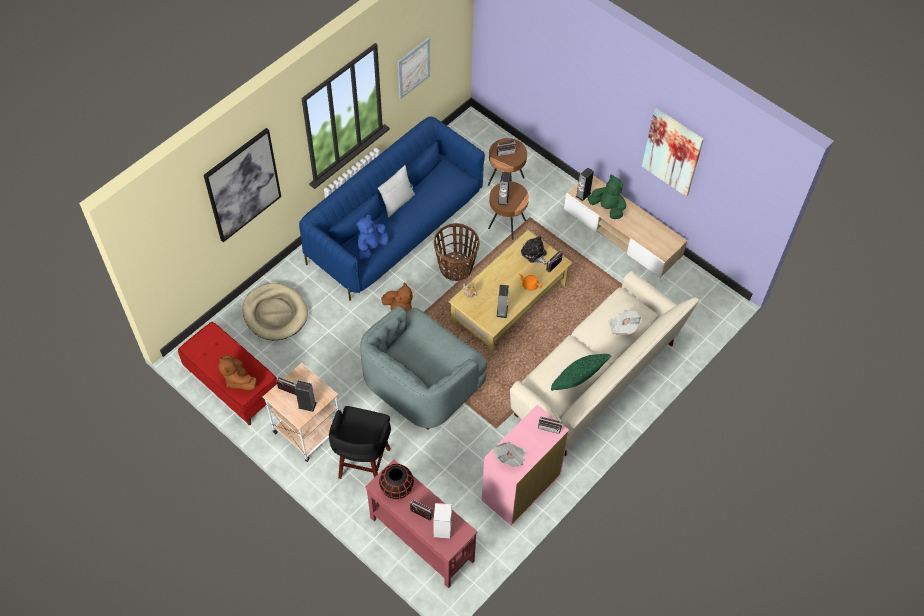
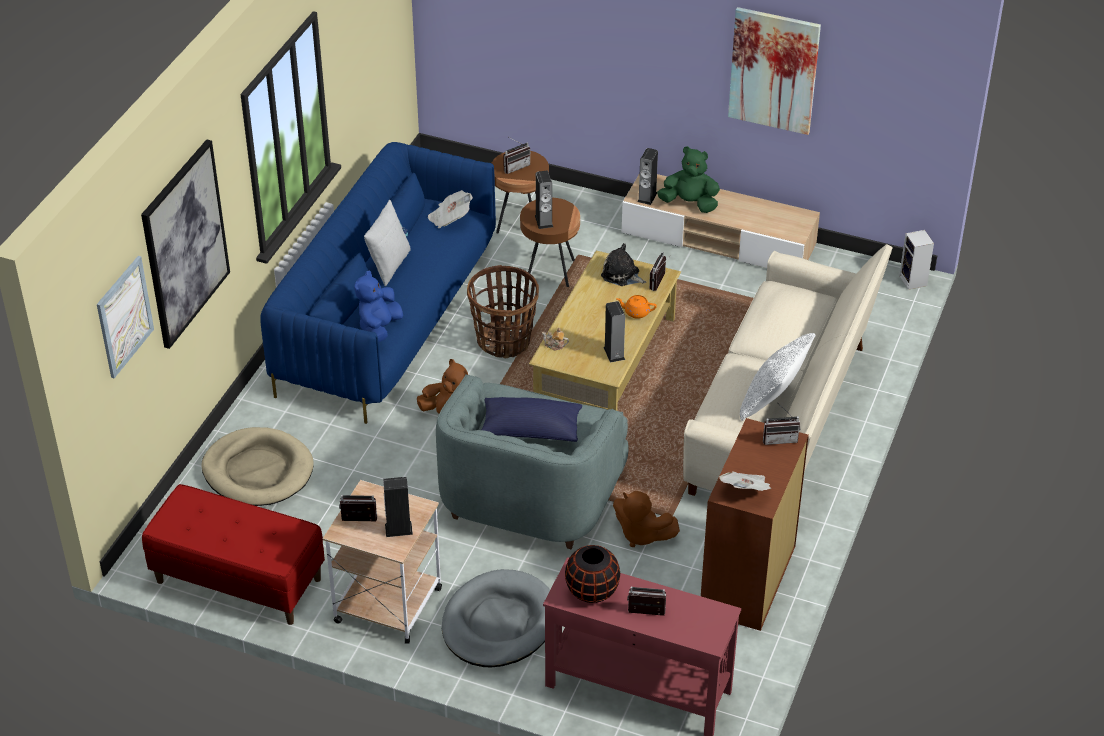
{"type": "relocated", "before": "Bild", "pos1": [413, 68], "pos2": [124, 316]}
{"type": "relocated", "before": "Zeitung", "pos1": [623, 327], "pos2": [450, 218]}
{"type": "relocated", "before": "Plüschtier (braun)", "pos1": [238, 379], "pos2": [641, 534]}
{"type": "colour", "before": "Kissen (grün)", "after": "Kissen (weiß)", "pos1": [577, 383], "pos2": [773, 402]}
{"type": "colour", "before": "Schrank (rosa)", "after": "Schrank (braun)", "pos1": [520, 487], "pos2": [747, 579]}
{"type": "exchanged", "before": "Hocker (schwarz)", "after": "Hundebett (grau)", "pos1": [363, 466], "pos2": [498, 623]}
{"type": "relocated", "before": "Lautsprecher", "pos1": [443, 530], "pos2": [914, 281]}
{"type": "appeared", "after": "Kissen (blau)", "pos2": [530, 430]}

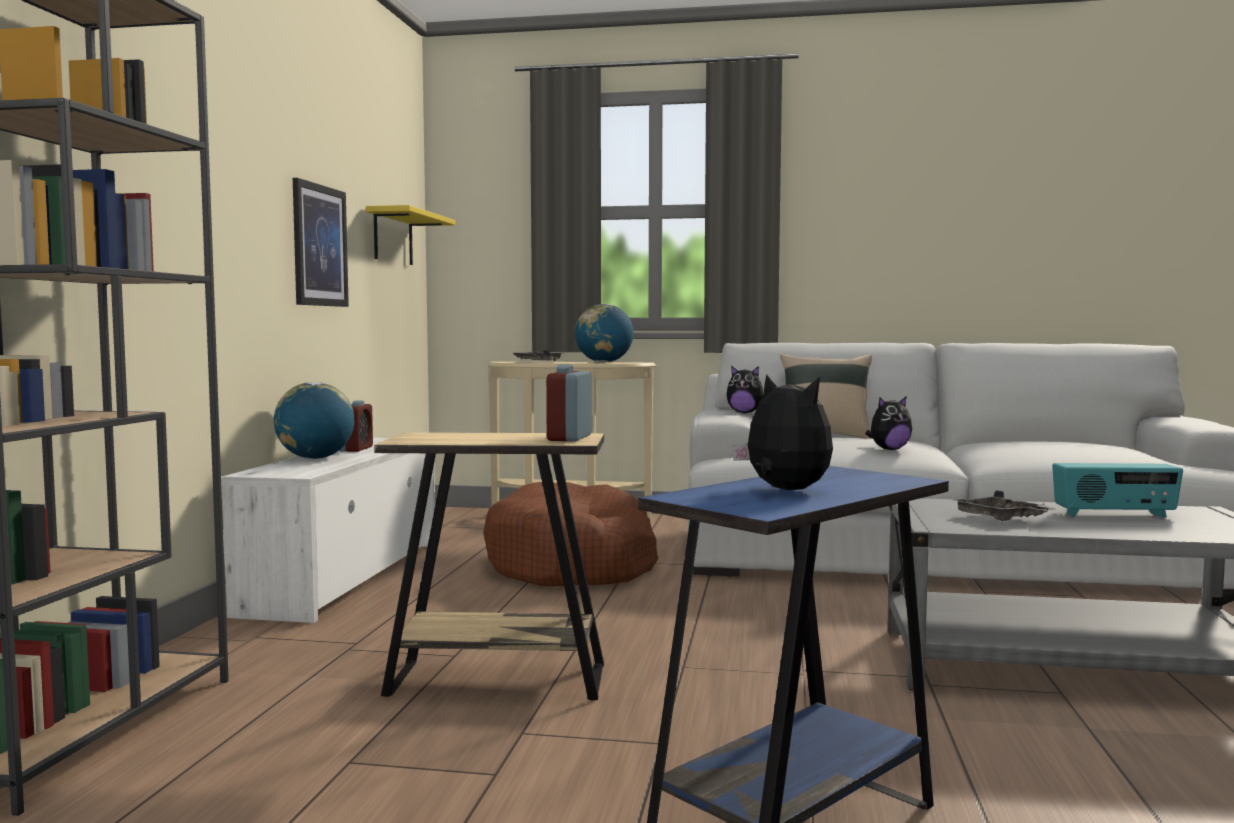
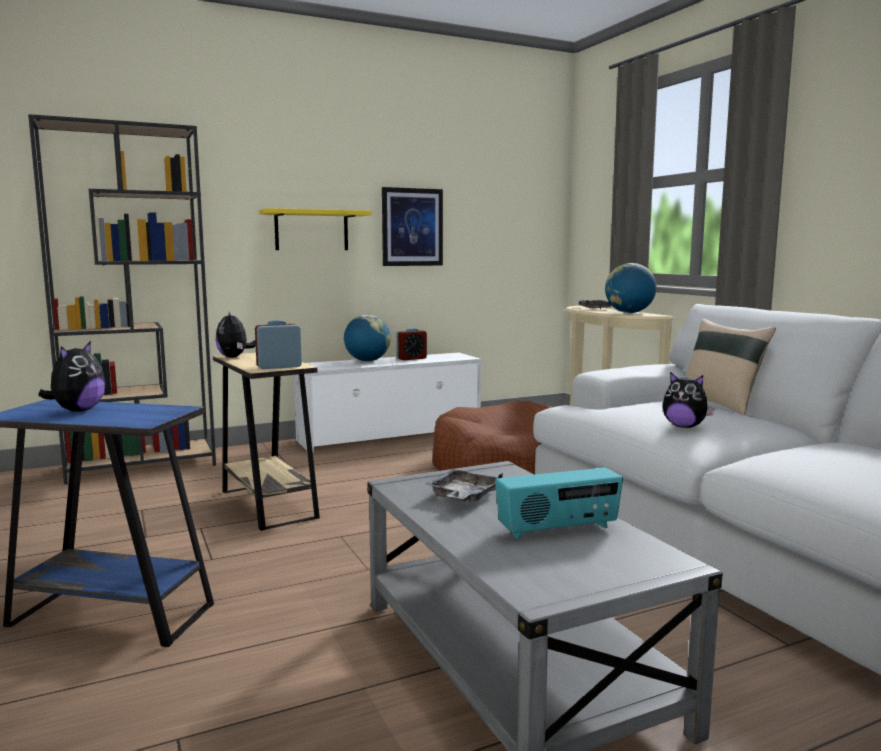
{"type": "relocated", "before": "Wandregal (gelb)", "pos1": [393, 238], "pos2": [311, 230]}
{"type": "relocated", "before": "Plüschtier", "pos1": [745, 413], "pos2": [234, 357]}
{"type": "spun", "before": "Radio", "pos1": [1114, 515], "pos2": [558, 530], "turn": -75}

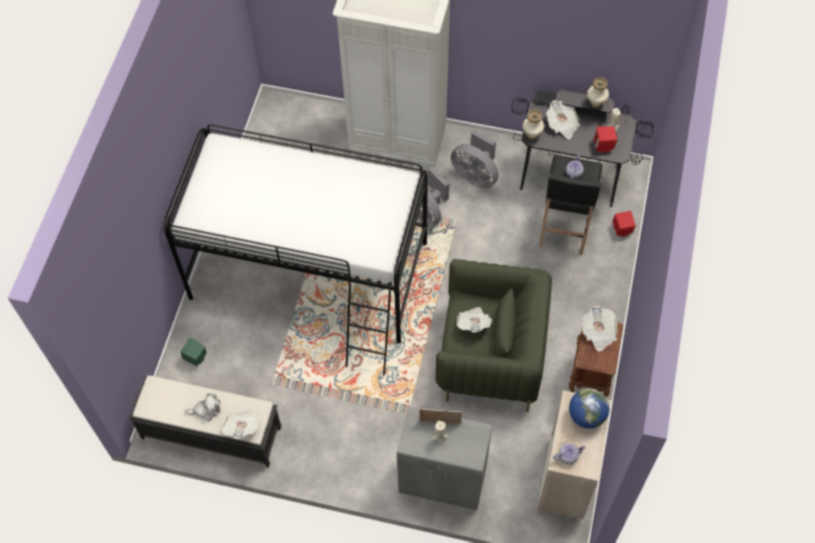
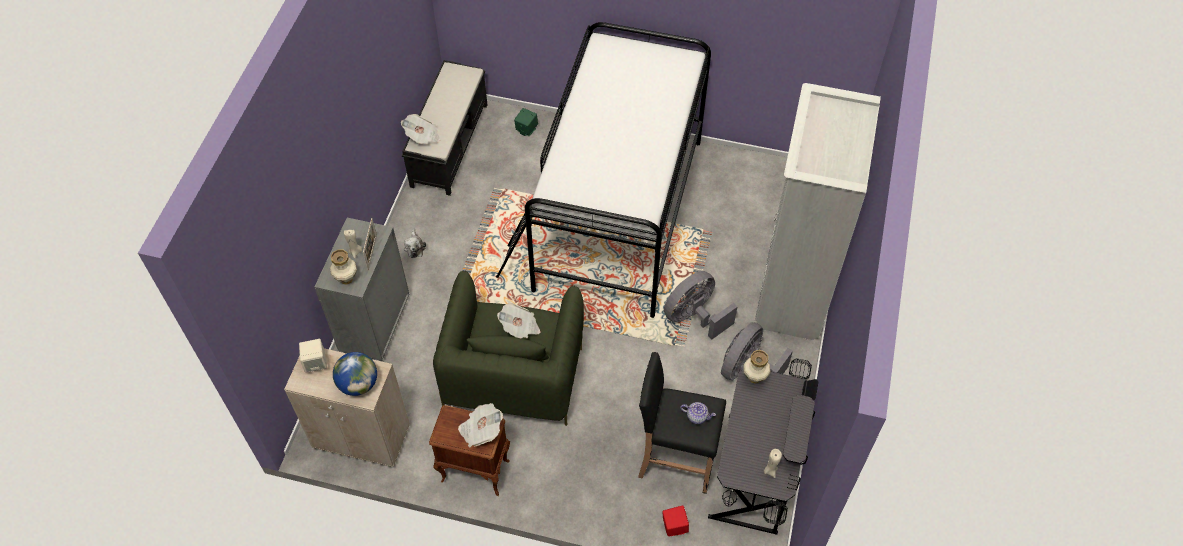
{"type": "relocated", "before": "Vase", "pos1": [596, 103], "pos2": [346, 279]}
{"type": "missing", "before": "Zeitung", "pos1": [562, 125]}
{"type": "missing", "before": "Lautsprecher (rot)", "pos1": [603, 146]}
{"type": "relocated", "before": "Plüschtier", "pos1": [206, 410], "pos2": [414, 247]}
{"type": "exchanged", "before": "Teekanne", "after": "Lautsprecher (beige)", "pos1": [568, 456], "pos2": [316, 363]}

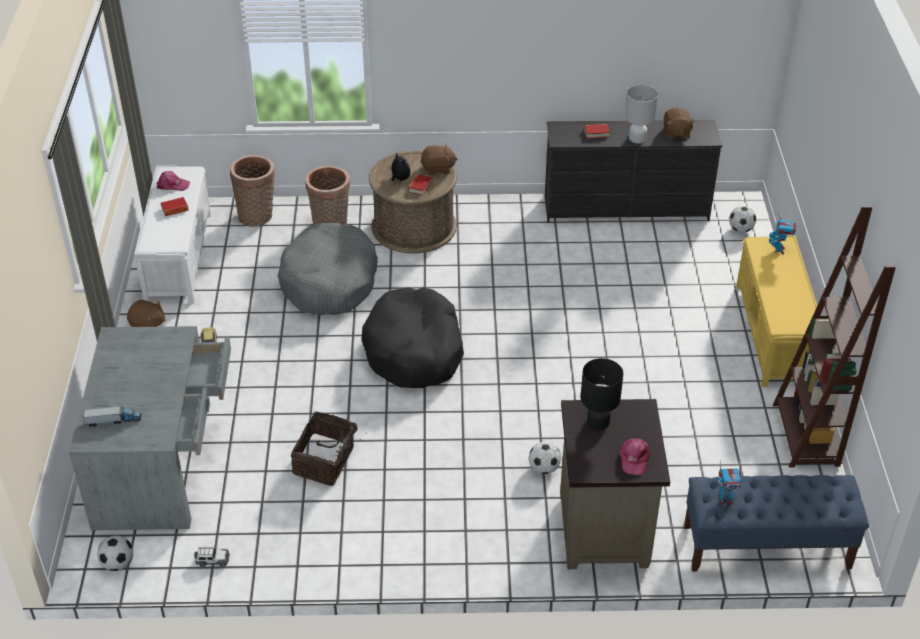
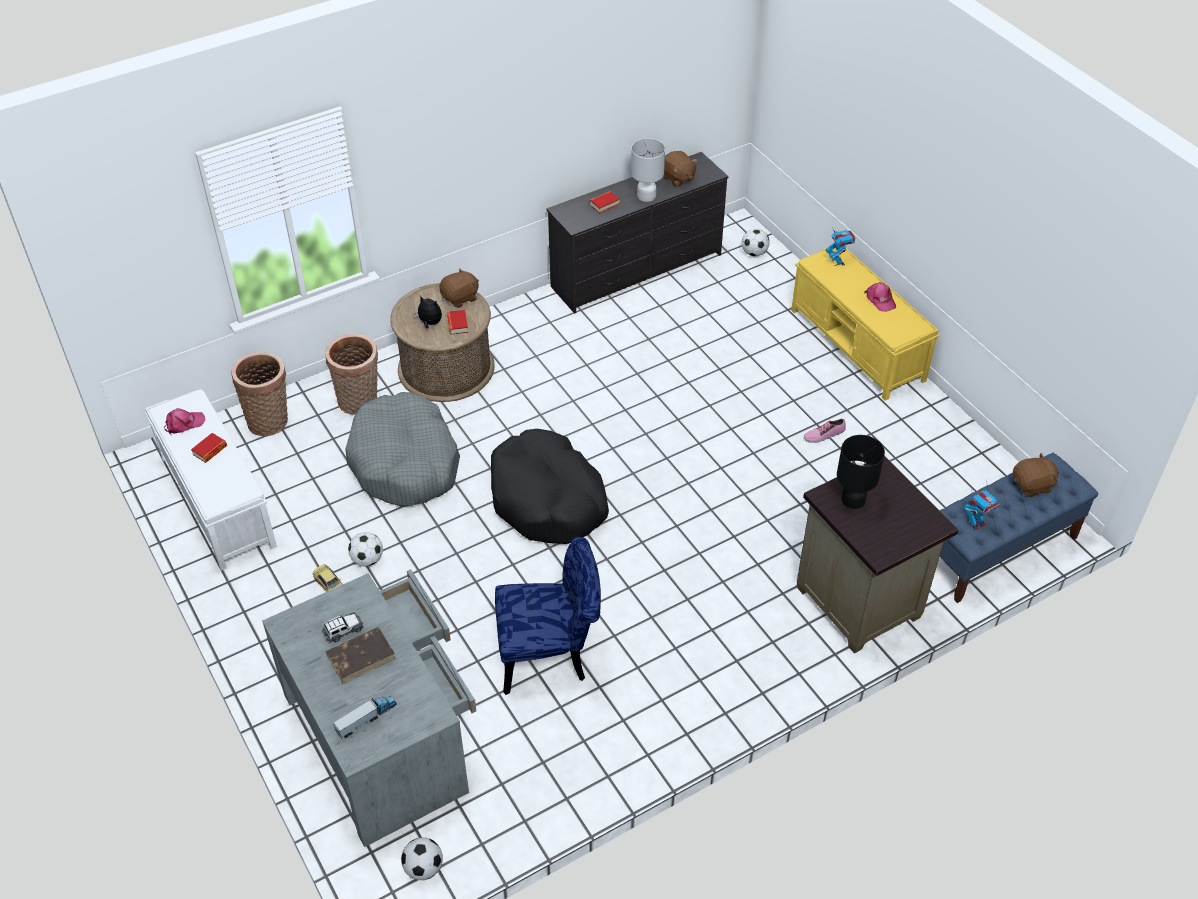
{"type": "missing", "before": "Bücherregal (braun)", "pos1": [806, 435]}
{"type": "relocated", "before": "Plüschtier (braun)", "pos1": [147, 325], "pos2": [1032, 485]}
{"type": "exchanged", "before": "Korb", "after": "Stuhl (blau)", "pos1": [326, 461], "pos2": [551, 654]}
{"type": "relocated", "before": "Kappe (rosa)", "pos1": [634, 458], "pos2": [880, 300]}
{"type": "relocated", "before": "Fußball", "pos1": [544, 468], "pos2": [367, 559]}
{"type": "relocated", "before": "Spielzeugauto", "pos1": [212, 560], "pos2": [343, 631]}
{"type": "appeared", "after": "Schuh", "pos2": [824, 434]}
{"type": "appeared", "after": "Buch (braun)", "pos2": [361, 656]}

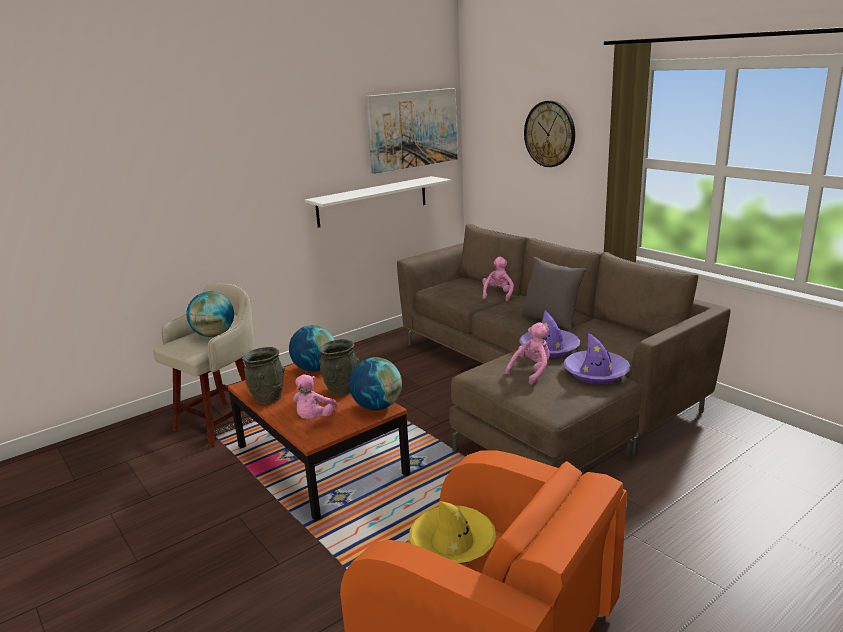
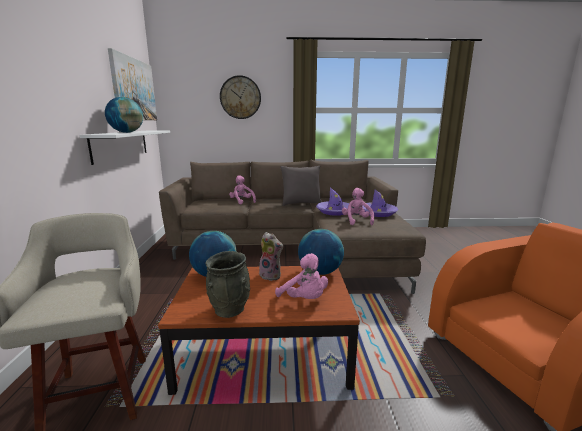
{"type": "relocated", "before": "Globus", "pos1": [214, 335], "pos2": [126, 132]}
{"type": "exchanged", "before": "Vase (grau)", "after": "Plüschtier", "pos1": [342, 390], "pos2": [271, 275]}
{"type": "missing", "before": "Hut (gelb)", "pos1": [452, 542]}

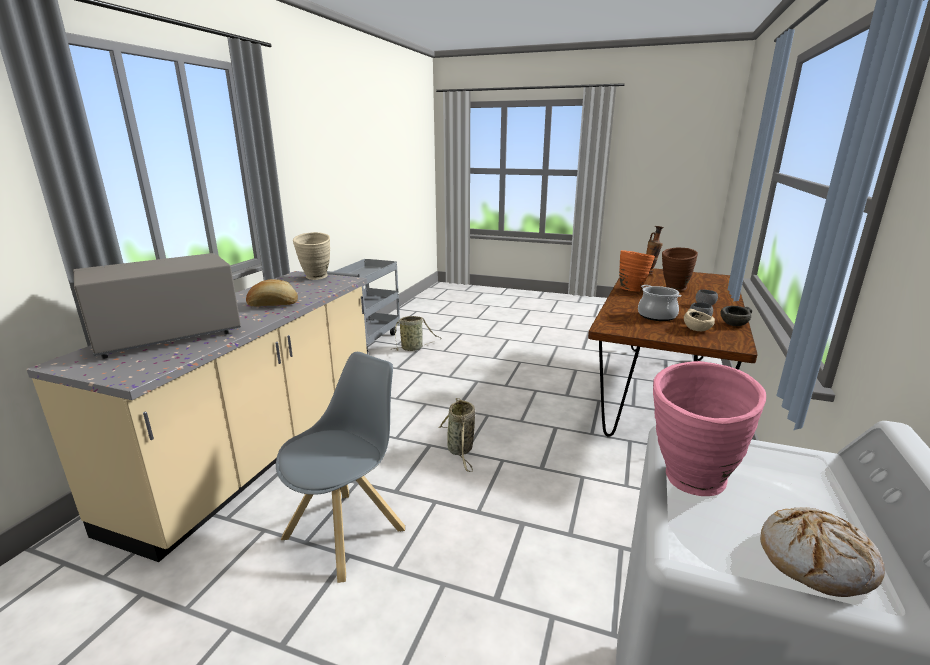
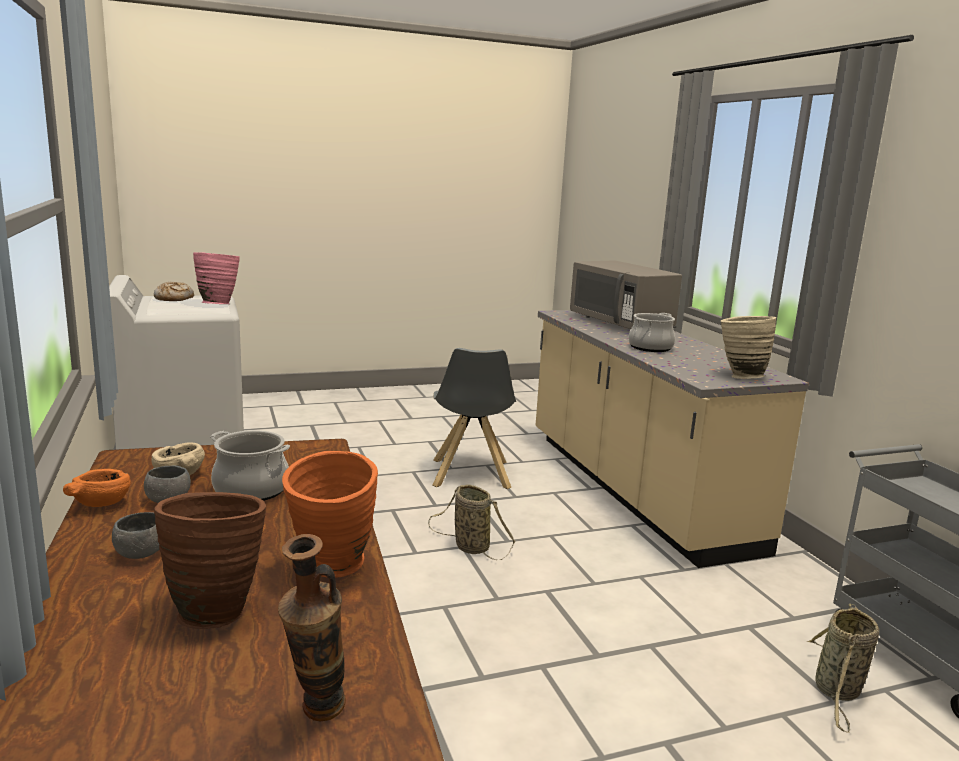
{"type": "spun", "before": "Mikrowelle (grau)", "pos1": [168, 336], "pos2": [620, 324], "turn": 135}
{"type": "exchanged", "before": "Brot", "after": "Kochtopf", "pos1": [273, 305], "pos2": [650, 347]}
{"type": "colour", "before": "Schüssel (grau)", "after": "Schüssel (orange)", "pos1": [734, 324], "pos2": [101, 503]}

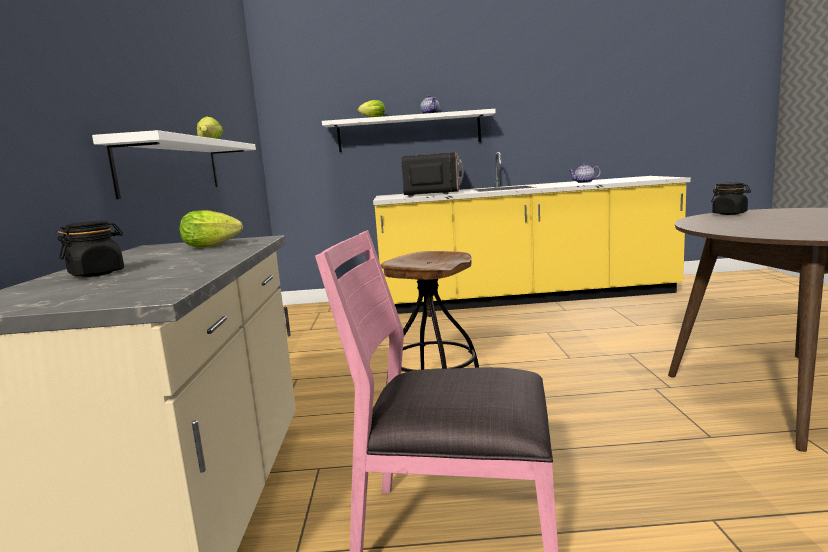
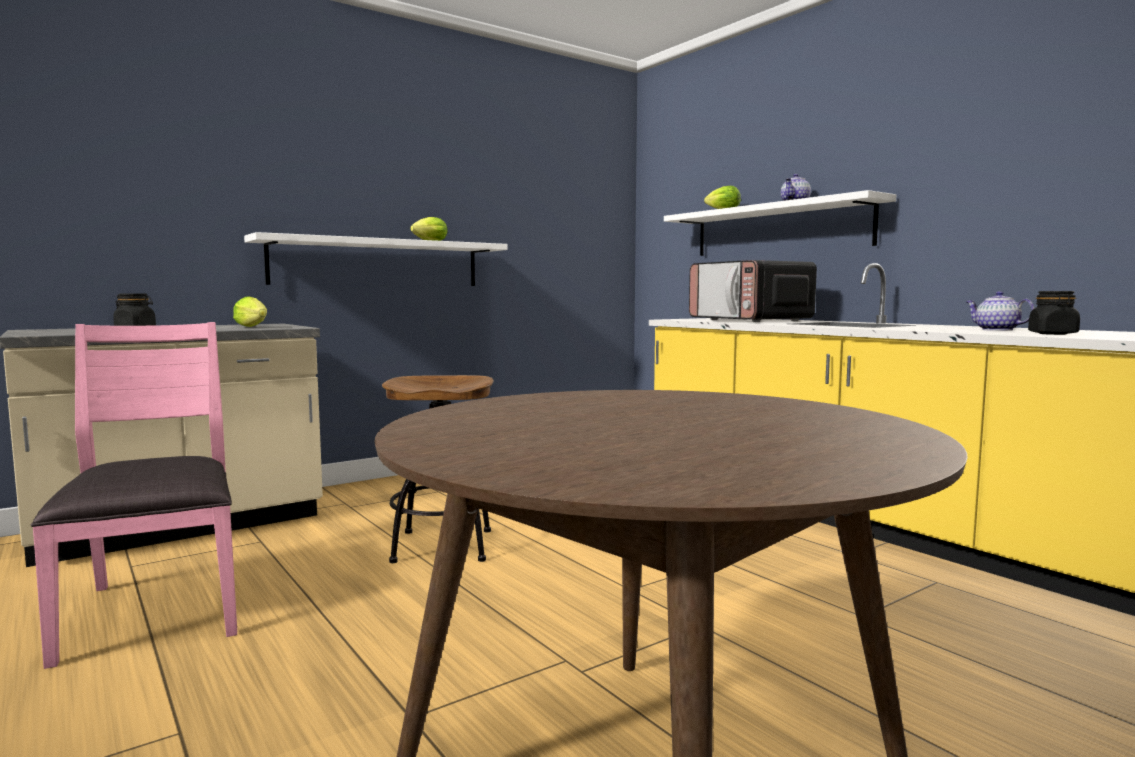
{"type": "spun", "before": "Mikrowelle", "pos1": [433, 193], "pos2": [750, 320], "turn": 90}
{"type": "relocated", "before": "Vorratsglas (schwarz)", "pos1": [729, 214], "pos2": [1053, 334]}

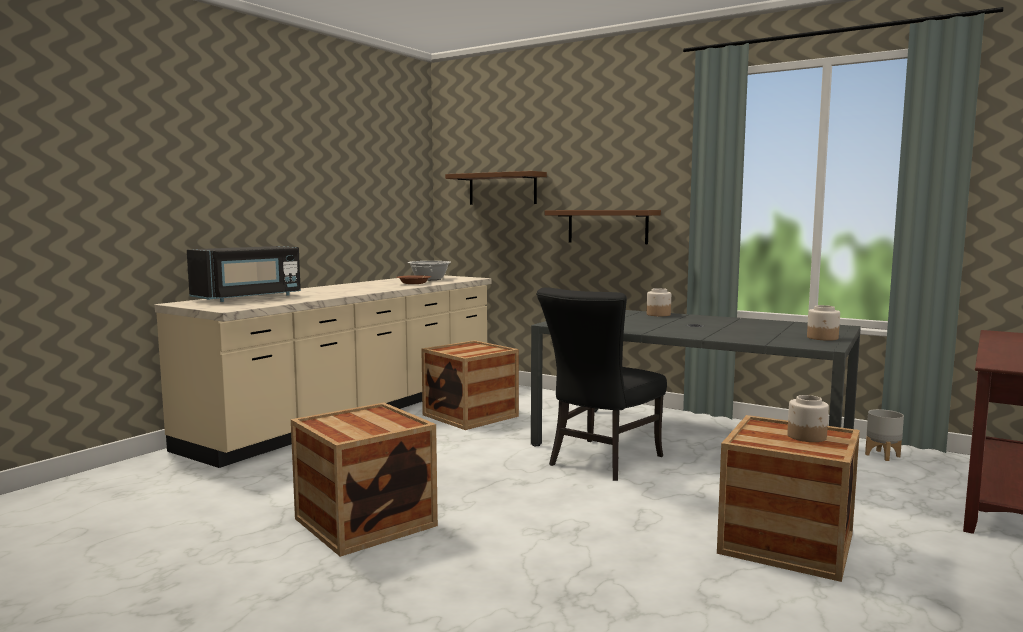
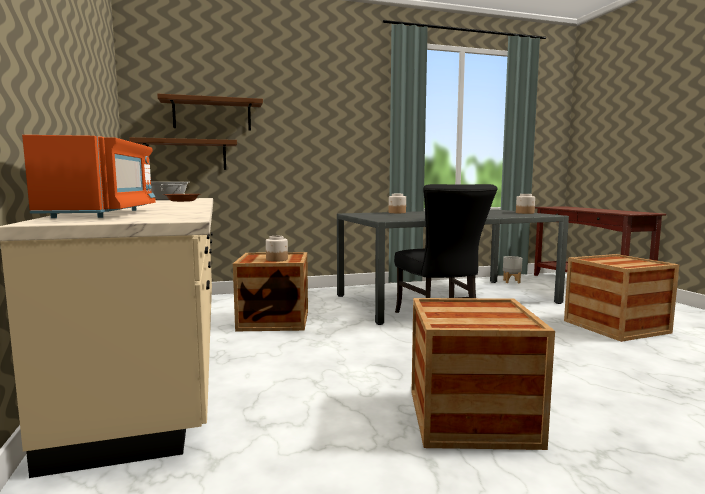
{"type": "relocated", "before": "Wandregal (braun)", "pos1": [607, 226], "pos2": [187, 155]}
{"type": "colour", "before": "Mikrowelle (schwarz)", "after": "Mikrowelle (orange)", "pos1": [248, 297], "pos2": [102, 214]}
{"type": "relocated", "before": "Vorratsglas", "pos1": [807, 437], "pos2": [277, 259]}

